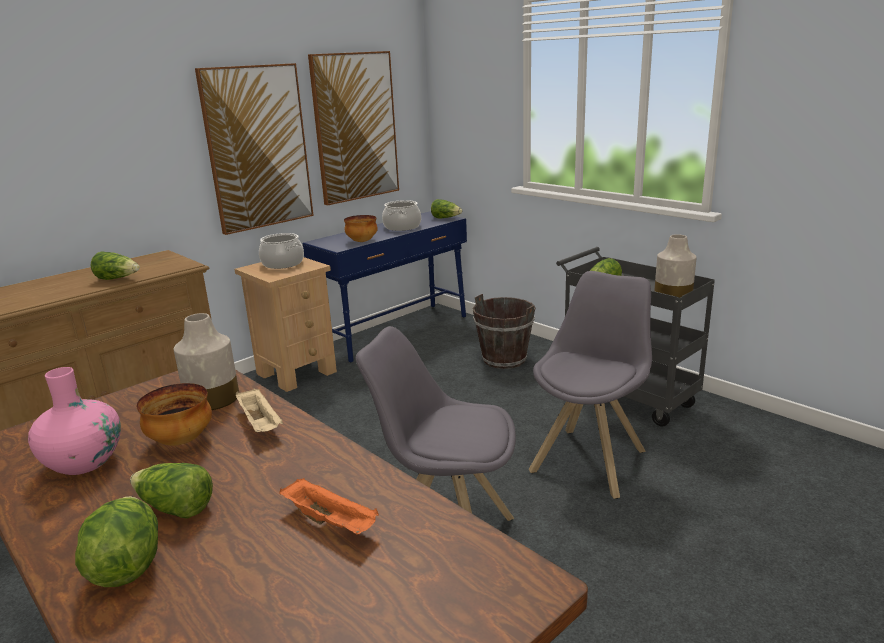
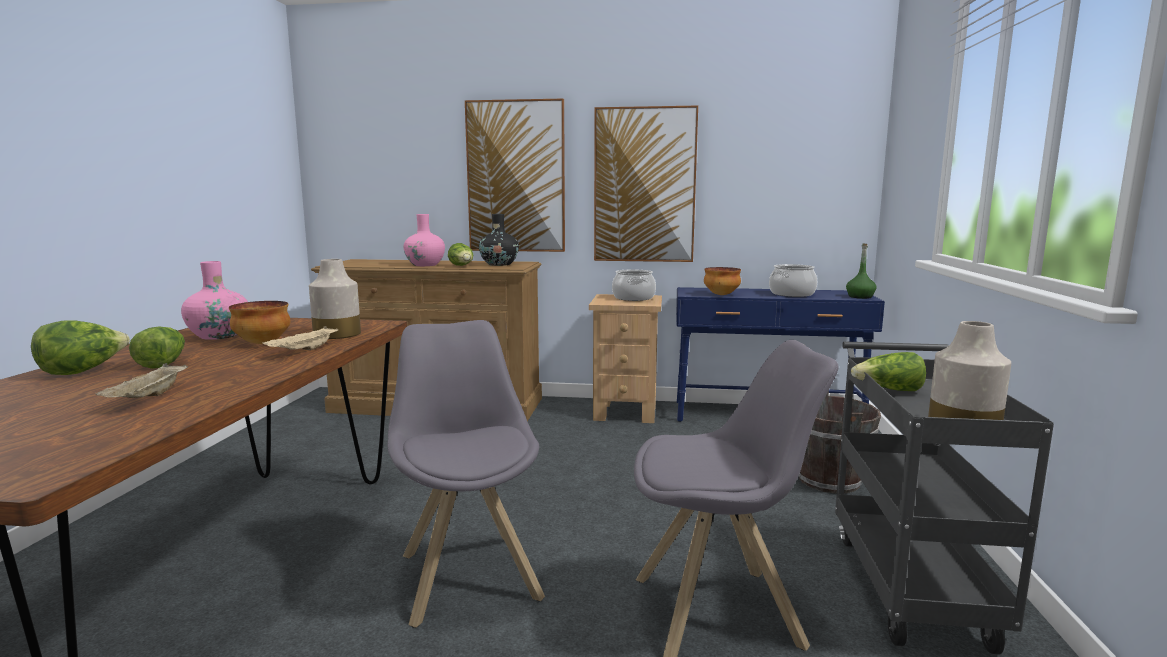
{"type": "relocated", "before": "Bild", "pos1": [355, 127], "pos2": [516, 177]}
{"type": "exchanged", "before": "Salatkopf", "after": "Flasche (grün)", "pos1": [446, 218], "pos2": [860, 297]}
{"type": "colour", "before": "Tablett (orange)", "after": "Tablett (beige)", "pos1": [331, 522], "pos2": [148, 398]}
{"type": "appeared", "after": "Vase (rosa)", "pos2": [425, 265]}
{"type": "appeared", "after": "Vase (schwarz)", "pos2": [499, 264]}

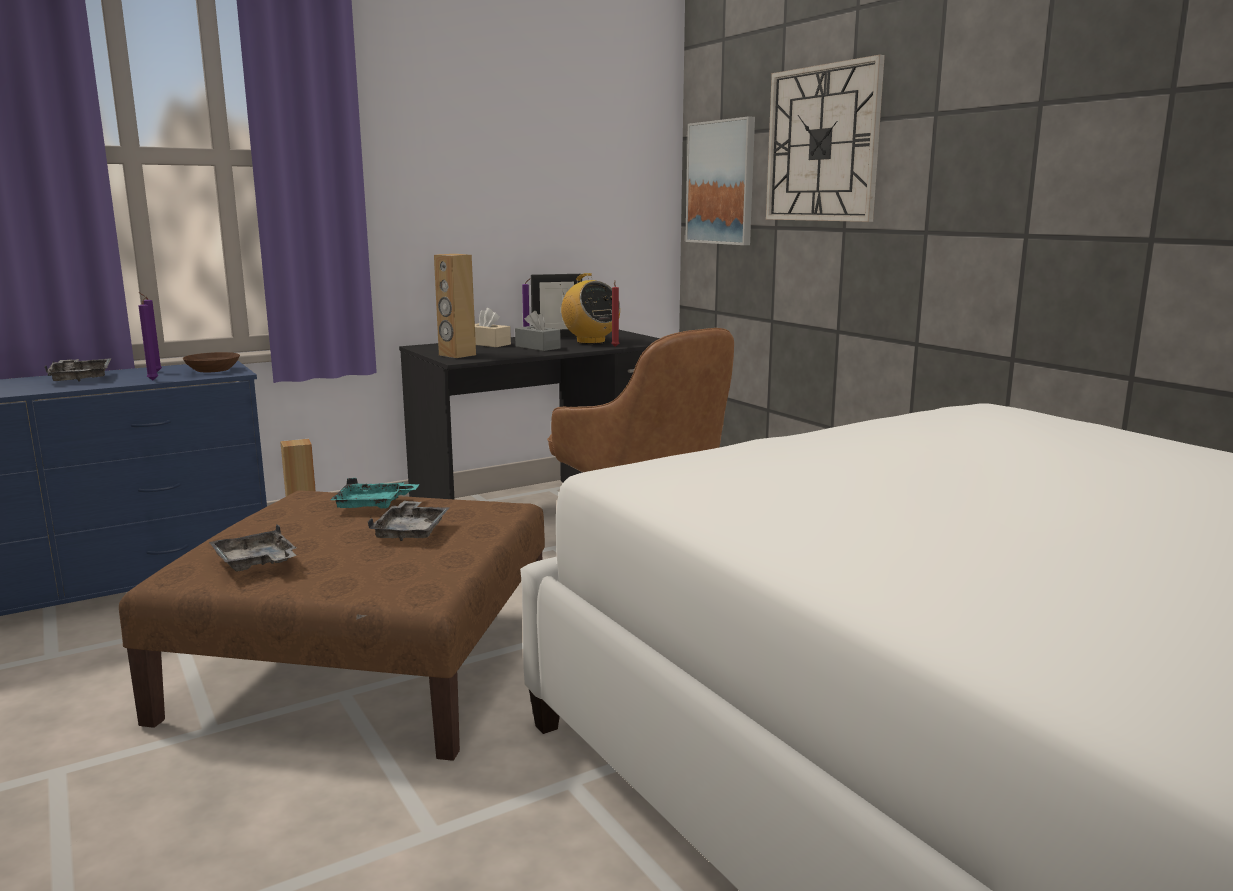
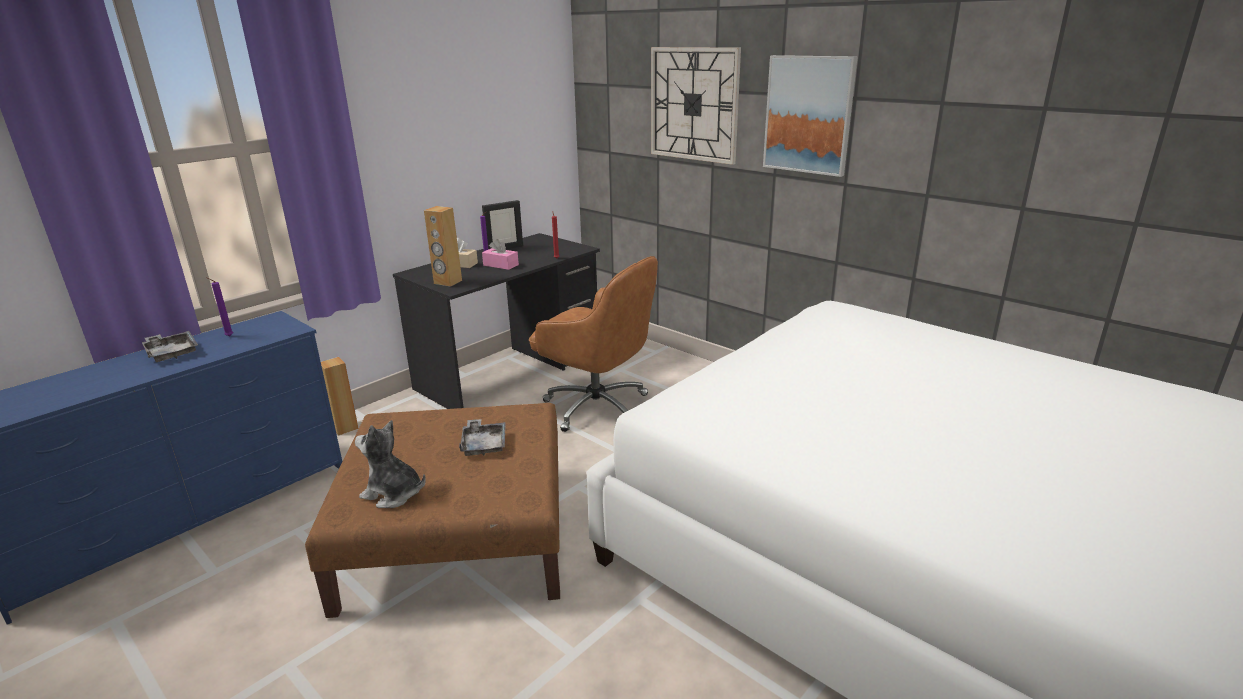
{"type": "relocated", "before": "Bild", "pos1": [721, 182], "pos2": [808, 115]}
{"type": "missing", "before": "Radio", "pos1": [590, 342]}
{"type": "missing", "before": "Kerze (lila)", "pos1": [154, 380]}
{"type": "colour", "before": "Taschentuchbox (grau)", "after": "Taschentuchbox (rosa)", "pos1": [537, 347], "pos2": [501, 265]}
{"type": "missing", "before": "Schüssel (braun)", "pos1": [214, 370]}
{"type": "missing", "before": "Tablett (türkis)", "pos1": [373, 505]}
{"type": "exchanged", "before": "Tablett (grau)", "after": "Plüschtier", "pos1": [256, 563], "pos2": [393, 494]}

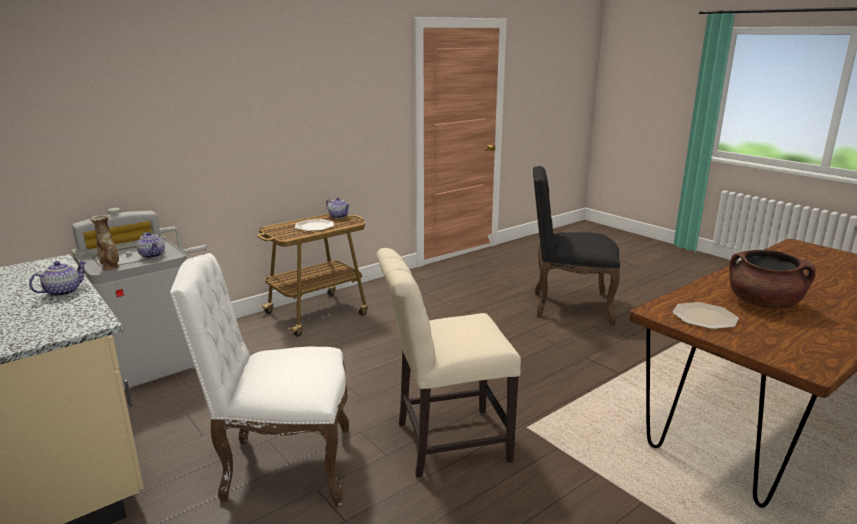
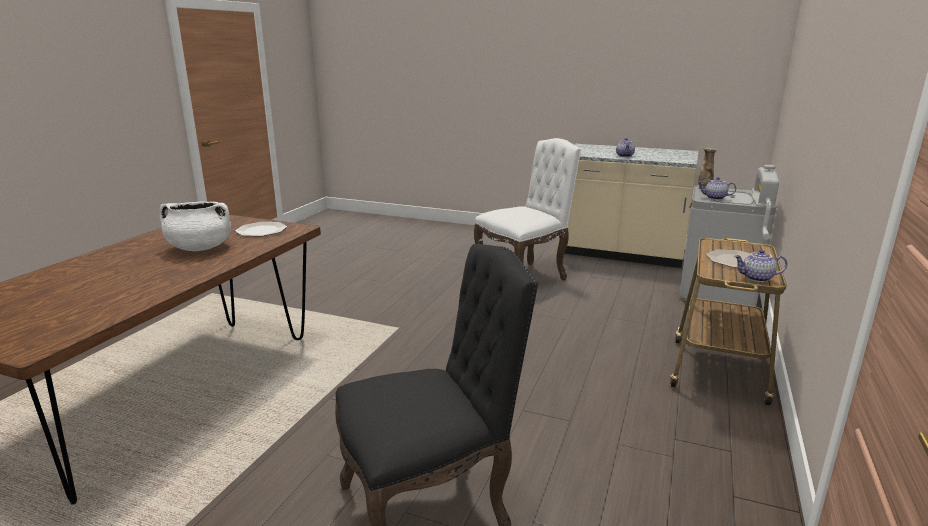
{"type": "missing", "before": "Stuhl (beige)", "pos1": [444, 442]}
{"type": "colour", "before": "Kochtopf (braun)", "after": "Kochtopf (weiß)", "pos1": [763, 303], "pos2": [200, 248]}

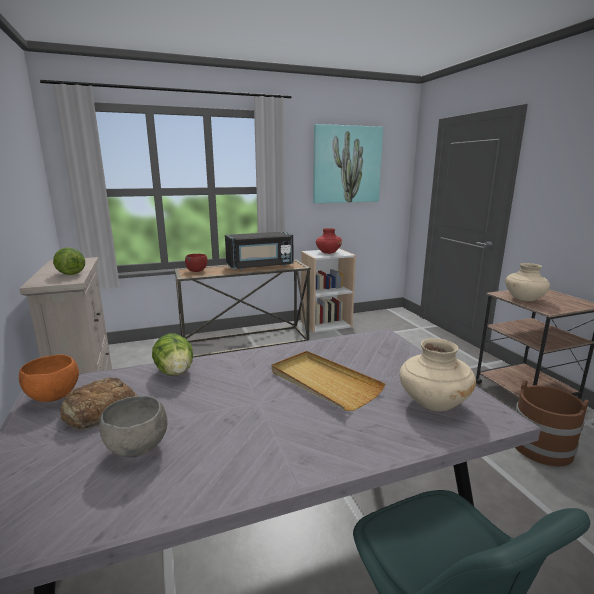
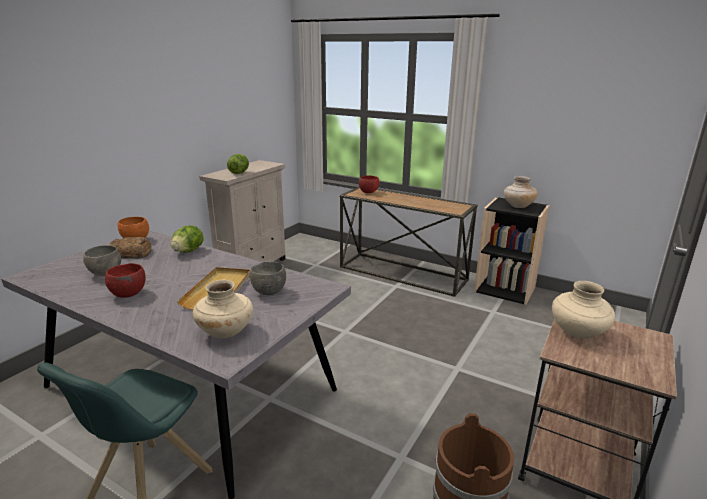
{"type": "missing", "before": "Bild", "pos1": [346, 165]}
{"type": "colour", "before": "Vase (rot)", "after": "Vase (beige)", "pos1": [328, 252], "pos2": [518, 206]}
{"type": "missing", "before": "Mikrowelle (schwarz)", "pos1": [260, 266]}
{"type": "colour", "before": "Bücherregal (weiß)", "after": "Bücherregal (schwarz)", "pos1": [326, 323], "pos2": [505, 289]}
{"type": "appeared", "after": "Schüssel (grau)", "pos2": [268, 292]}
{"type": "appeared", "after": "Schüssel (rot)", "pos2": [128, 294]}

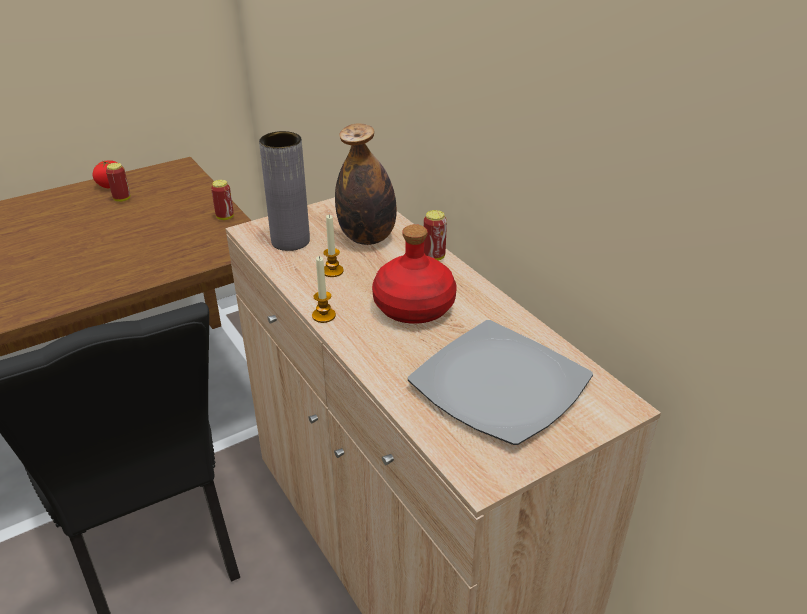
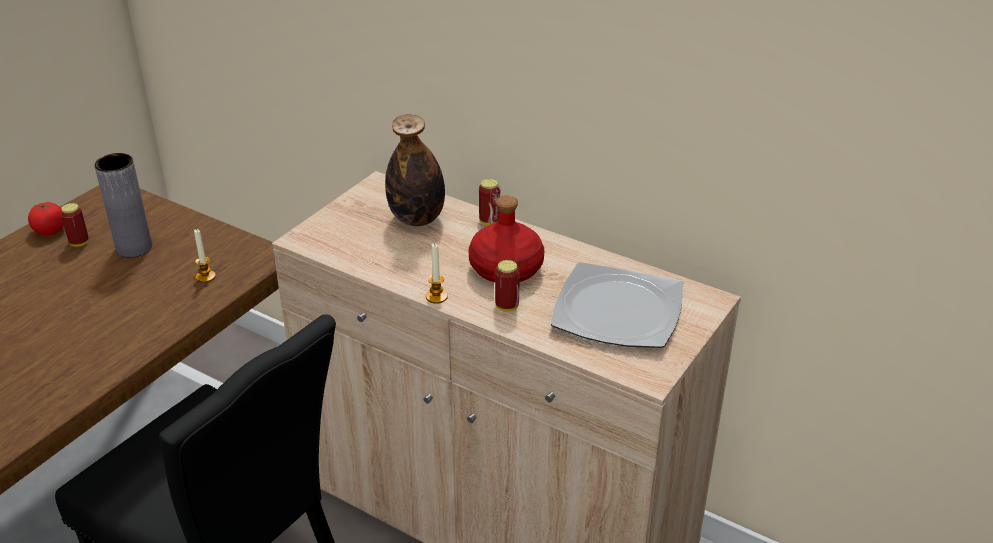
{"type": "relocated", "before": "Vase (grau)", "pos1": [290, 241], "pos2": [134, 248]}
{"type": "relocated", "before": "Dose", "pos1": [225, 217], "pos2": [507, 306]}
{"type": "relocated", "before": "Kerze", "pos1": [332, 271], "pos2": [205, 277]}

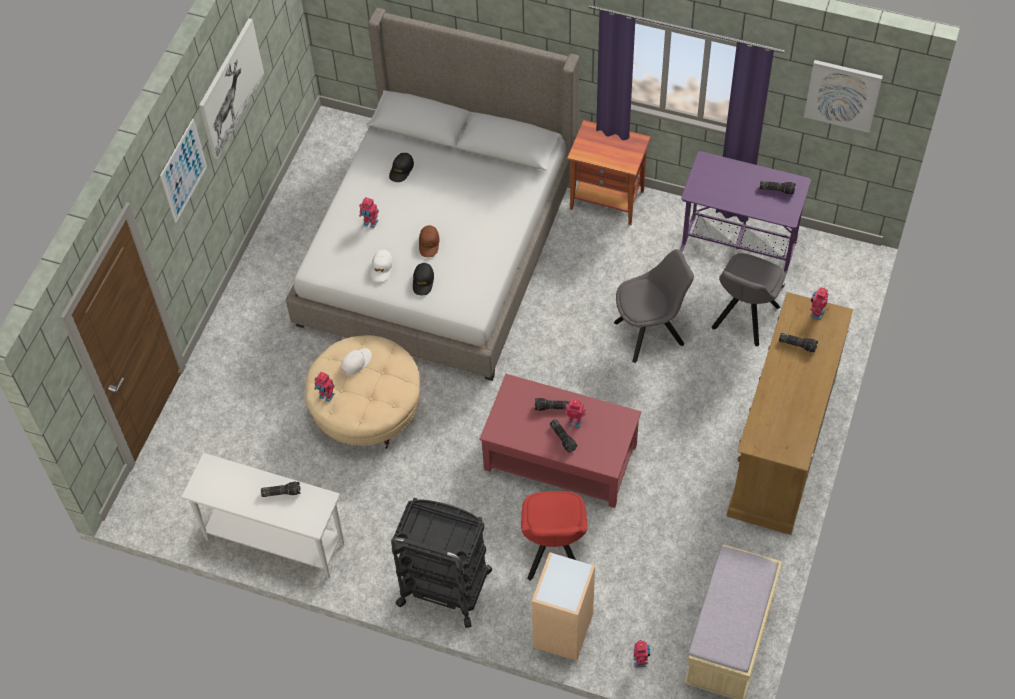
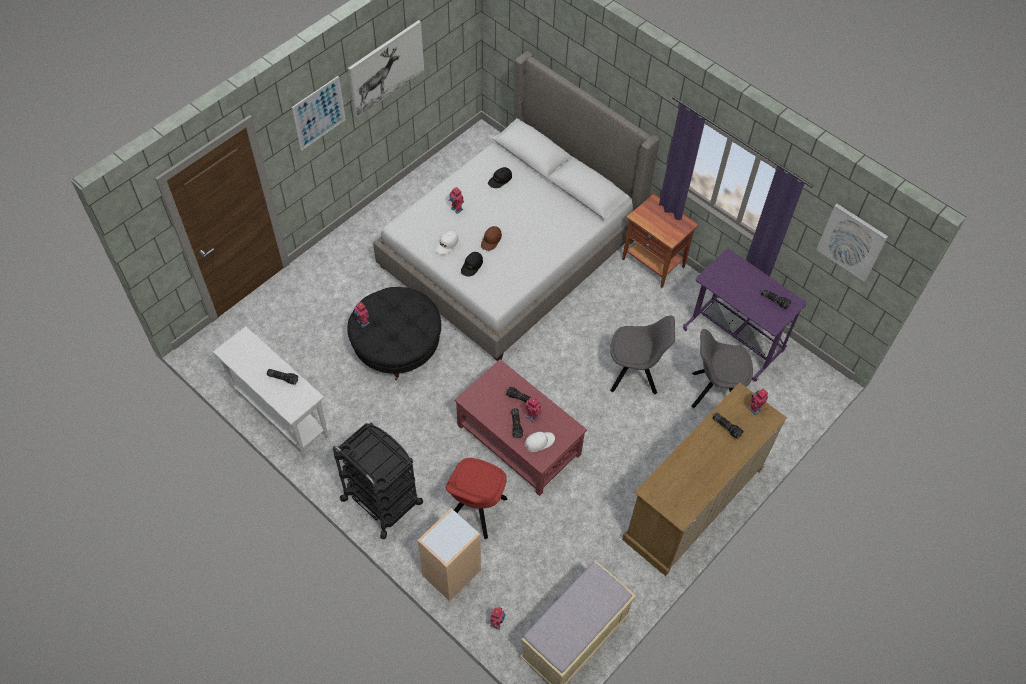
{"type": "spun", "before": "Stuhl (grau)", "pos1": [744, 317], "pos2": [714, 392], "turn": 45}
{"type": "colour", "before": "Polsterhocker (beige)", "after": "Polsterhocker (schwarz)", "pos1": [367, 409], "pos2": [397, 346]}
{"type": "relocated", "before": "Kappe (weiß)", "pos1": [356, 362], "pos2": [539, 442]}

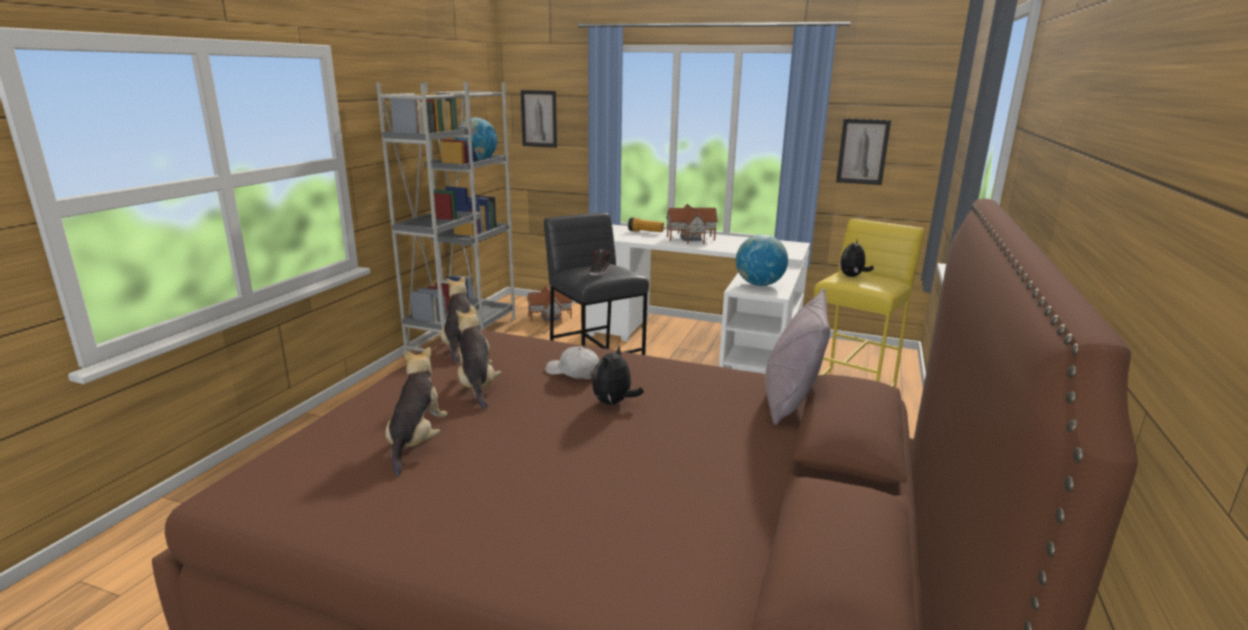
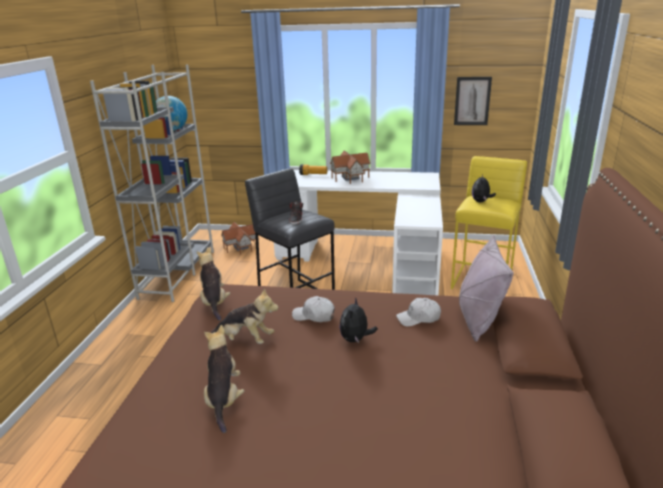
{"type": "missing", "before": "Bild", "pos1": [539, 118]}
{"type": "missing", "before": "Globus", "pos1": [759, 284]}
{"type": "spun", "before": "Plüschtier", "pos1": [477, 386], "pos2": [246, 339], "turn": 135}
{"type": "appeared", "after": "Kappe (weiß)", "pos2": [418, 318]}

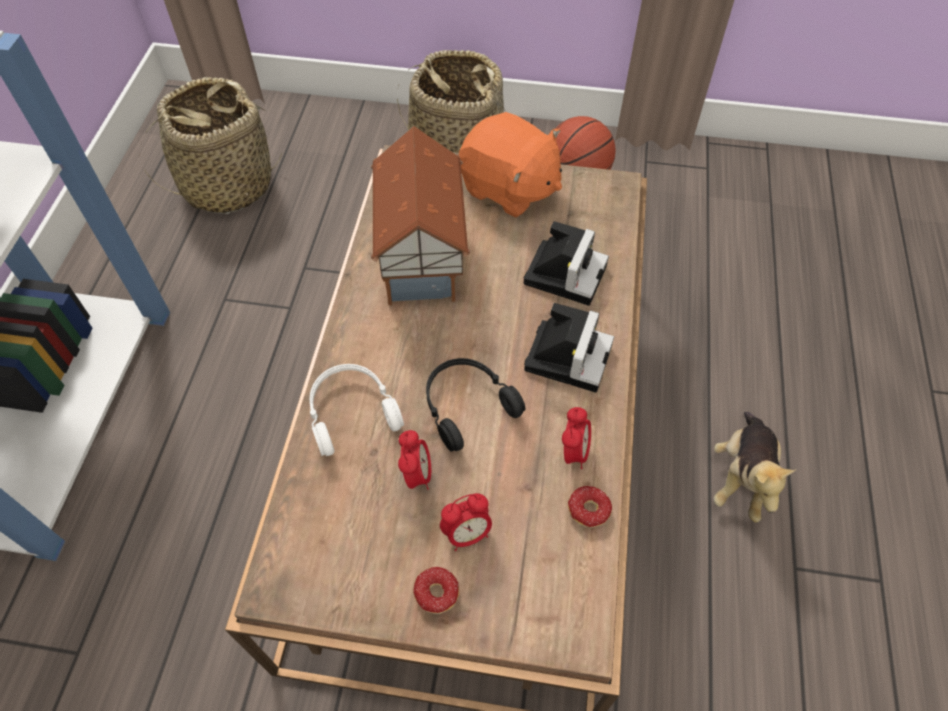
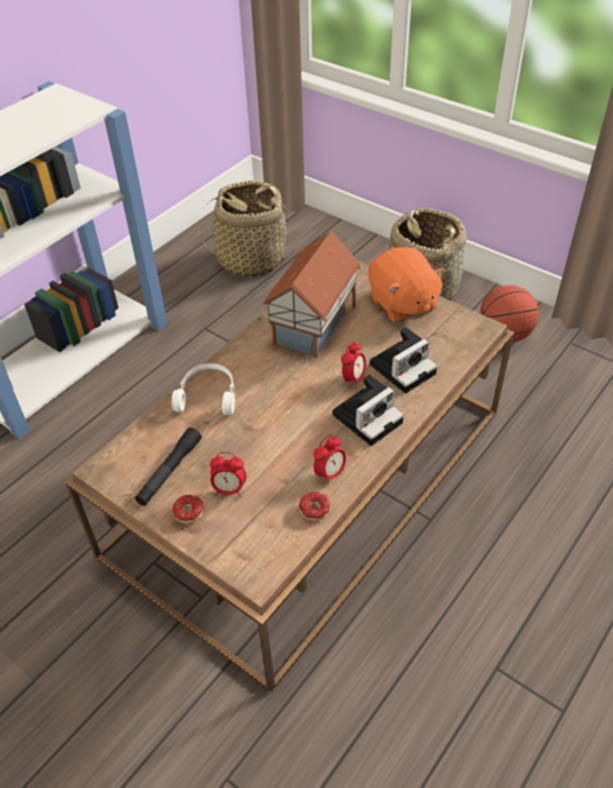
{"type": "missing", "before": "Kopfhörer (schwarz)", "pos1": [466, 405]}
{"type": "missing", "before": "Plüschtier", "pos1": [741, 476]}
{"type": "relocated", "before": "Wecker", "pos1": [417, 474], "pos2": [353, 379]}
{"type": "appeared", "after": "Taschenlampe (schwarz)", "pos2": [169, 471]}

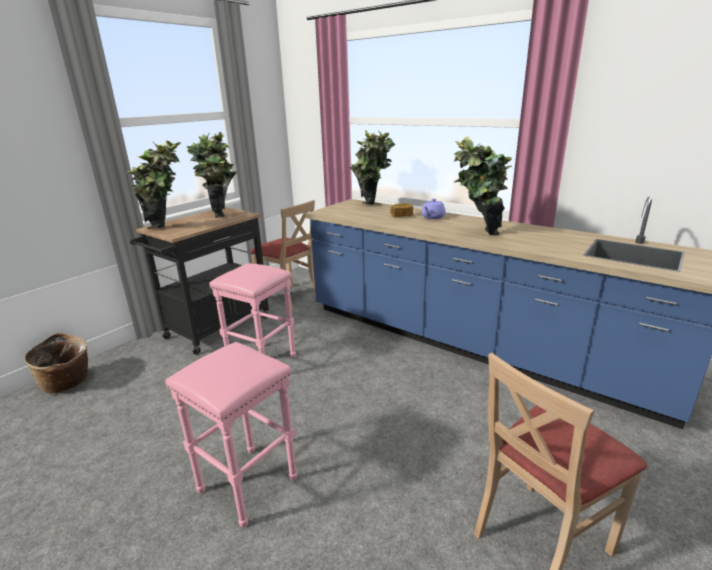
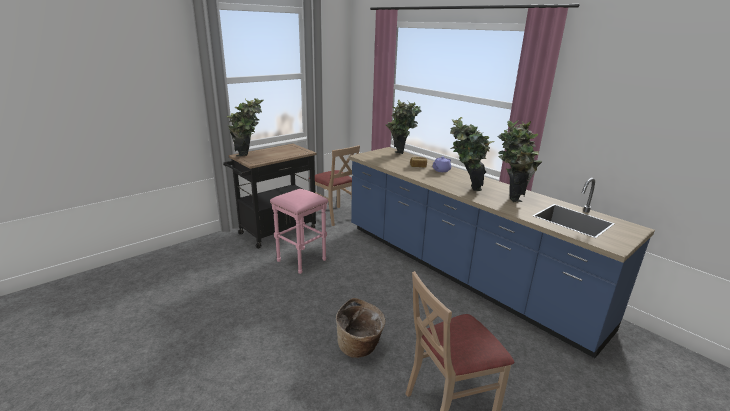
{"type": "relocated", "before": "Topfpflanze", "pos1": [221, 213], "pos2": [511, 196]}
{"type": "relocated", "before": "Korb", "pos1": [67, 383], "pos2": [359, 347]}
{"type": "missing", "before": "Hocker (rosa)", "pos1": [247, 486]}

